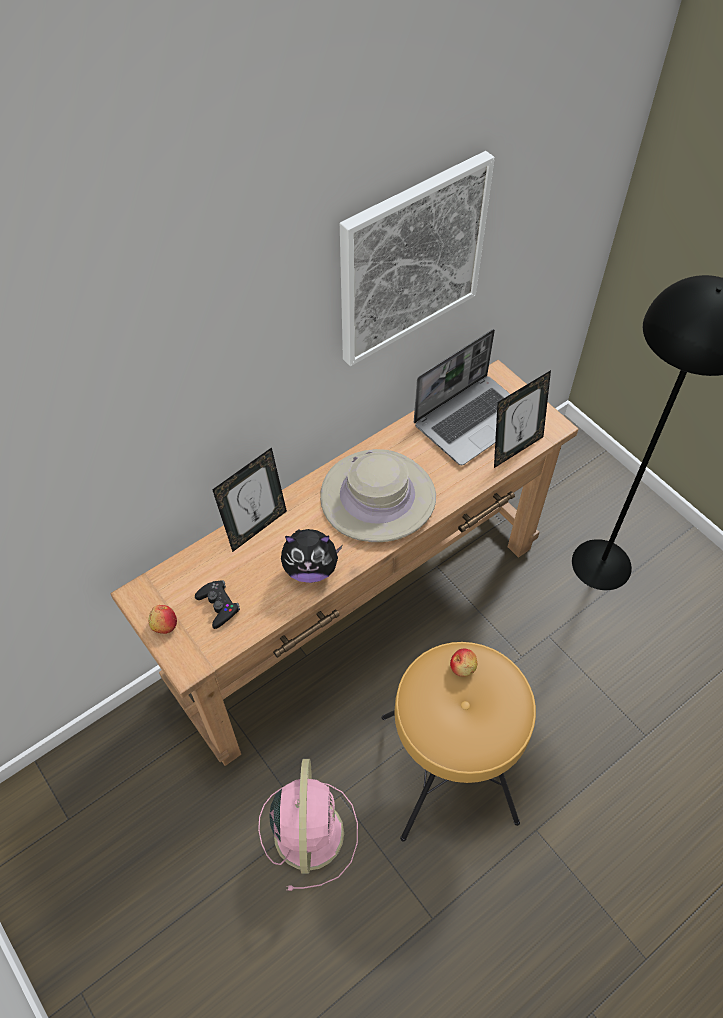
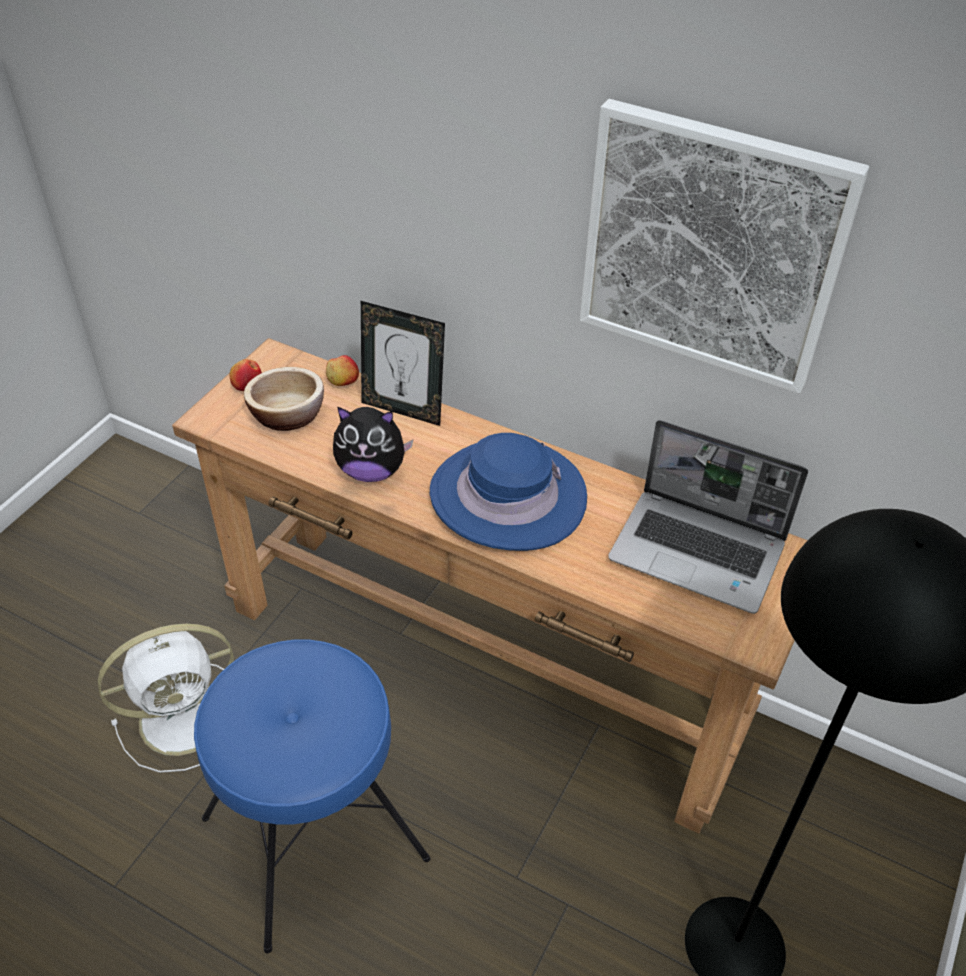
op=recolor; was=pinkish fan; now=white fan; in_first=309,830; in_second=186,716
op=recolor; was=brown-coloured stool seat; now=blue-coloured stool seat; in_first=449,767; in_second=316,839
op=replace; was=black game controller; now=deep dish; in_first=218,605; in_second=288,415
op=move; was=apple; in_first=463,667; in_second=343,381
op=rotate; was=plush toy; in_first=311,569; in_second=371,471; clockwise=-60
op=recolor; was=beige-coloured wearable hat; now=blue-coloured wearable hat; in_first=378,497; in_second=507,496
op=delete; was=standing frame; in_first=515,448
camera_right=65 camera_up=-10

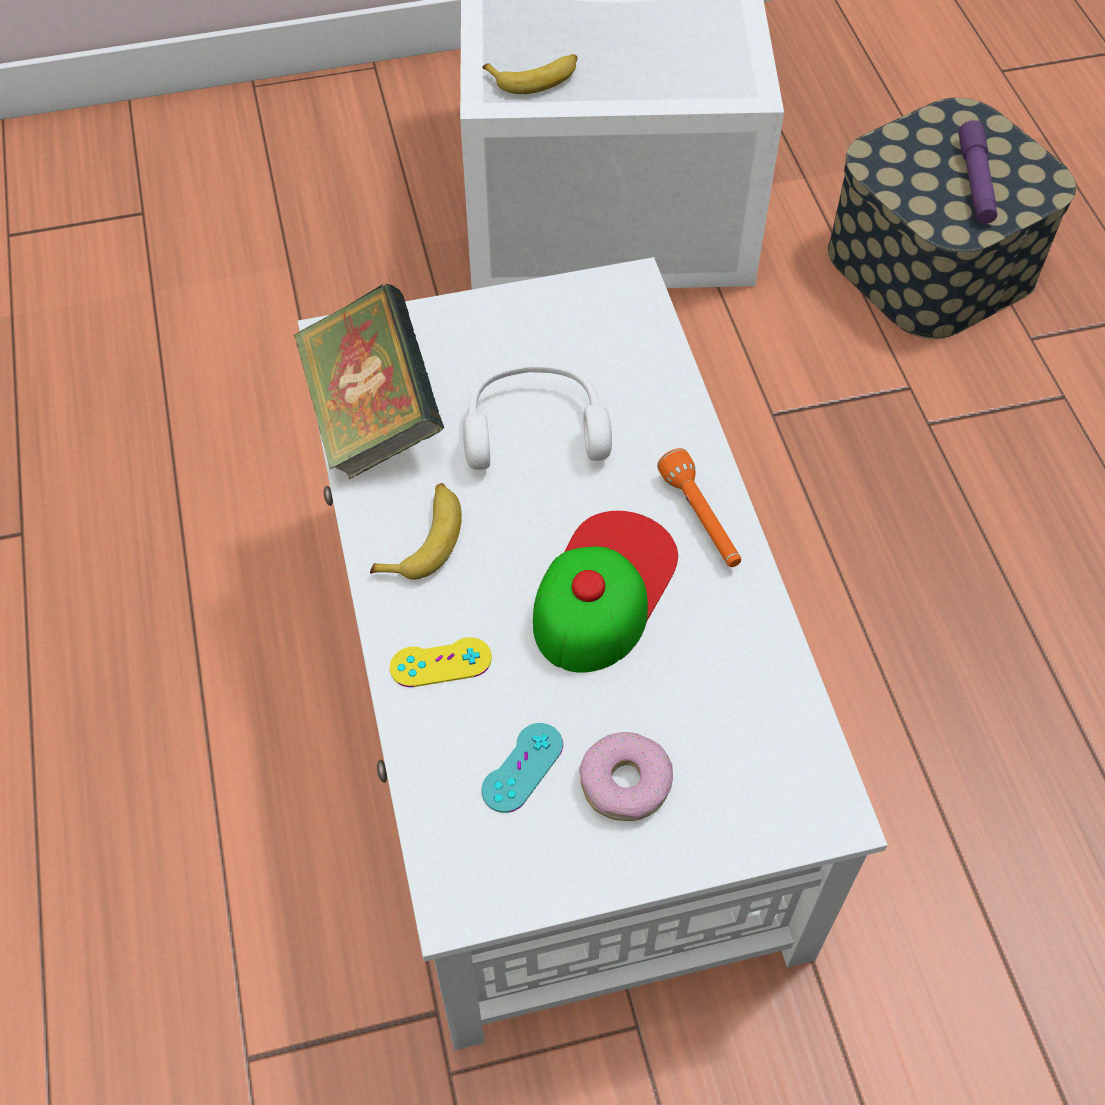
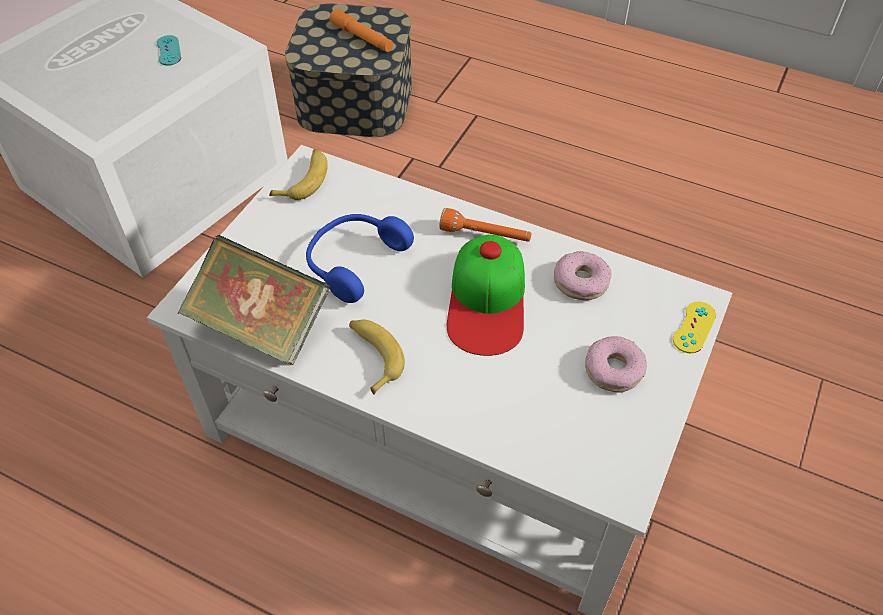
op=move; was=turquoise-coloured game controller; in_first=522,767; in_second=169,50
op=move; was=whole banana; in_first=535,78; in_second=304,180
op=recolor; was=white headset; now=blue-coloured headset; in_first=534,428; in_second=354,261
op=recolor; was=purple torch; now=orange torch; in_first=975,182; in_second=362,37
op=rotate; was=peaked cap; in_first=603,589; in_second=487,301; clockwise=-150
op=insert; now=ring doughnut; in_second=581,282
op=move; was=yellow game controller; in_first=440,663; in_second=694,327
camera_right=-50 camera_up=-5

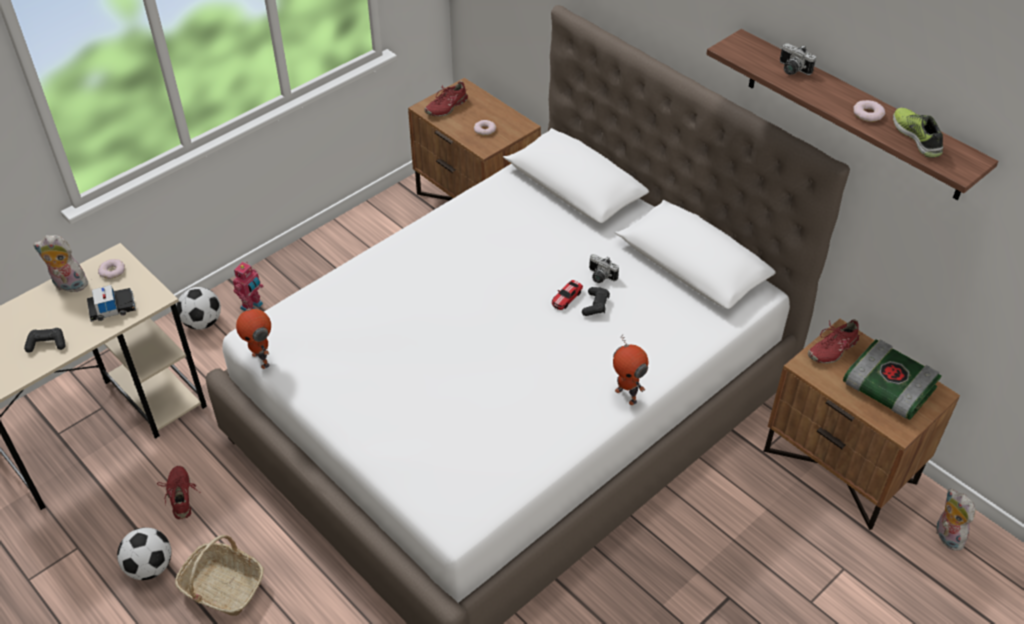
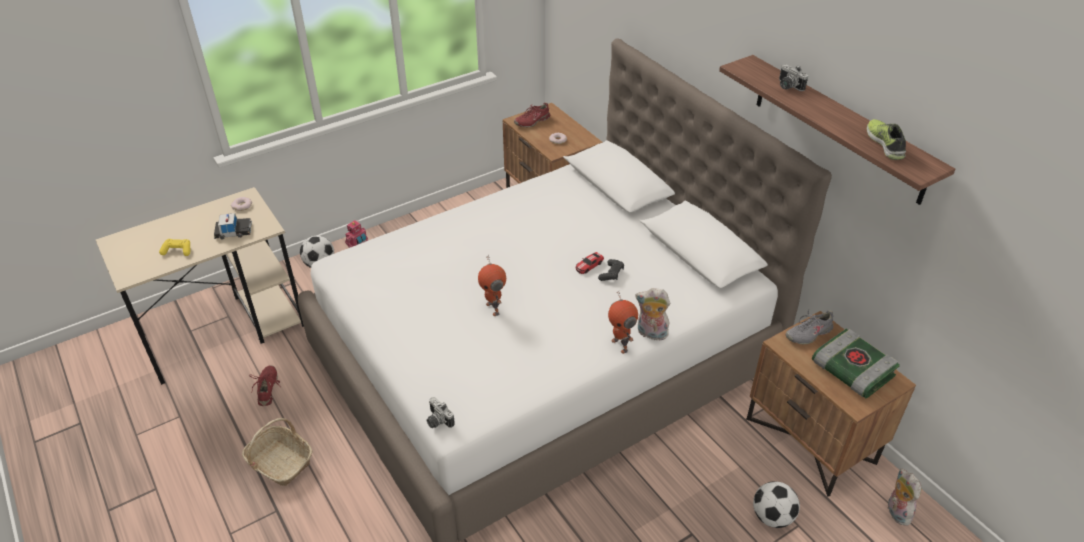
op=recolor; was=black game controller; now=yellow game controller; in_first=47,344; in_second=177,251
op=move; was=photo camera; in_first=600,277; in_second=437,421
op=move; was=robot figure; in_first=262,359; in_second=494,308
op=move; was=plush toy; in_first=68,286; in_second=650,334
op=move; was=football; in_first=150,567; in_second=772,517
op=recolor; was=red-coloured shoe; now=gray shoe; in_first=832,349; in_second=808,333
op=delete; was=ring doughnut; in_first=867,114
camera_right=10 camera_up=-5

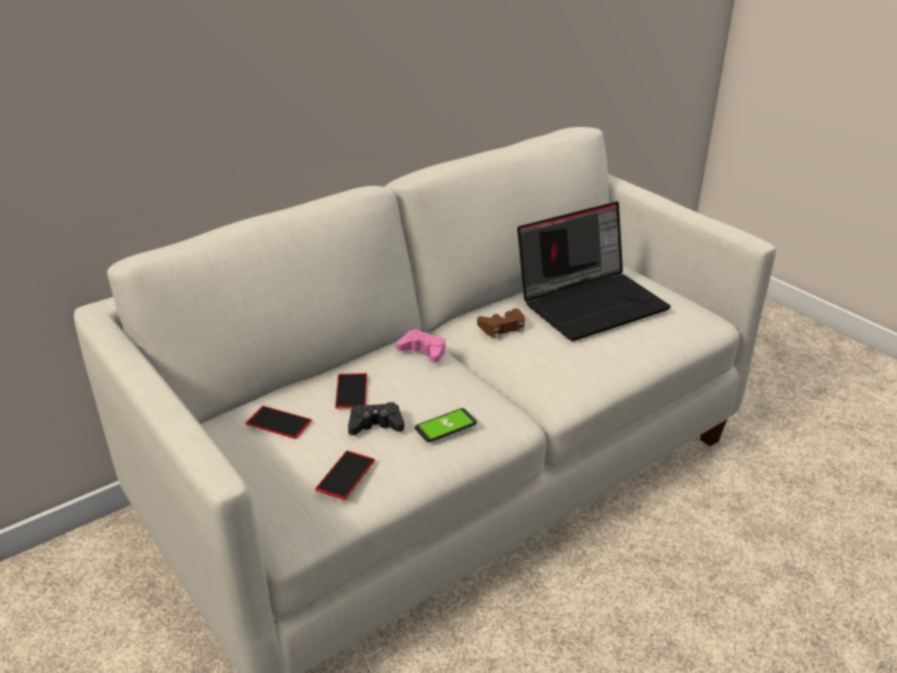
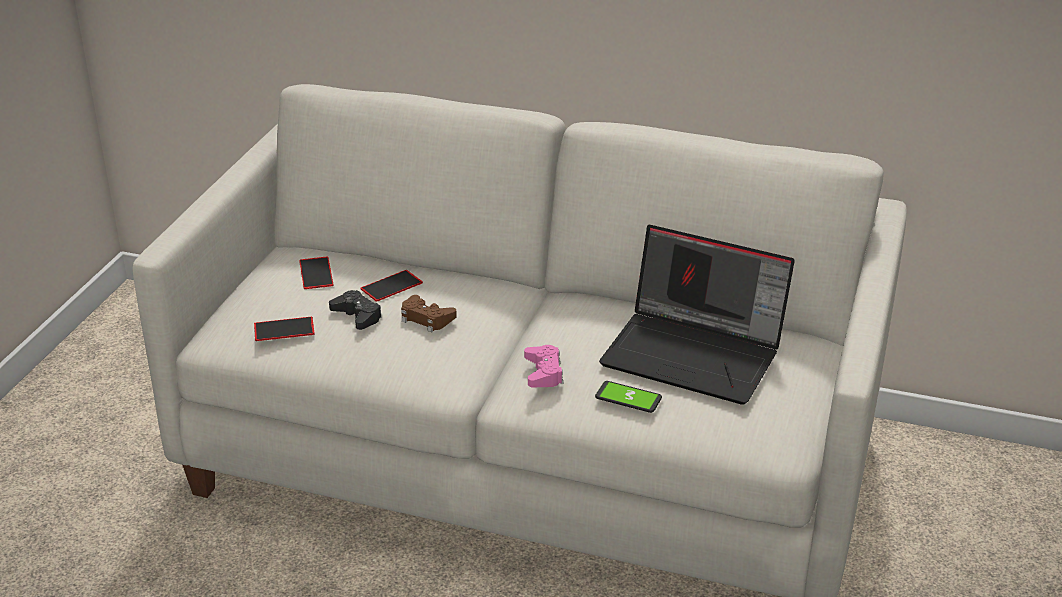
op=move; was=brown-coloured game controller; in_first=503,328; in_second=426,318
op=move; was=pinkish game controller; in_first=423,351; in_second=543,372
op=move; was=phone; in_first=445,426; in_second=628,398
camera_right=55 camera_up=0

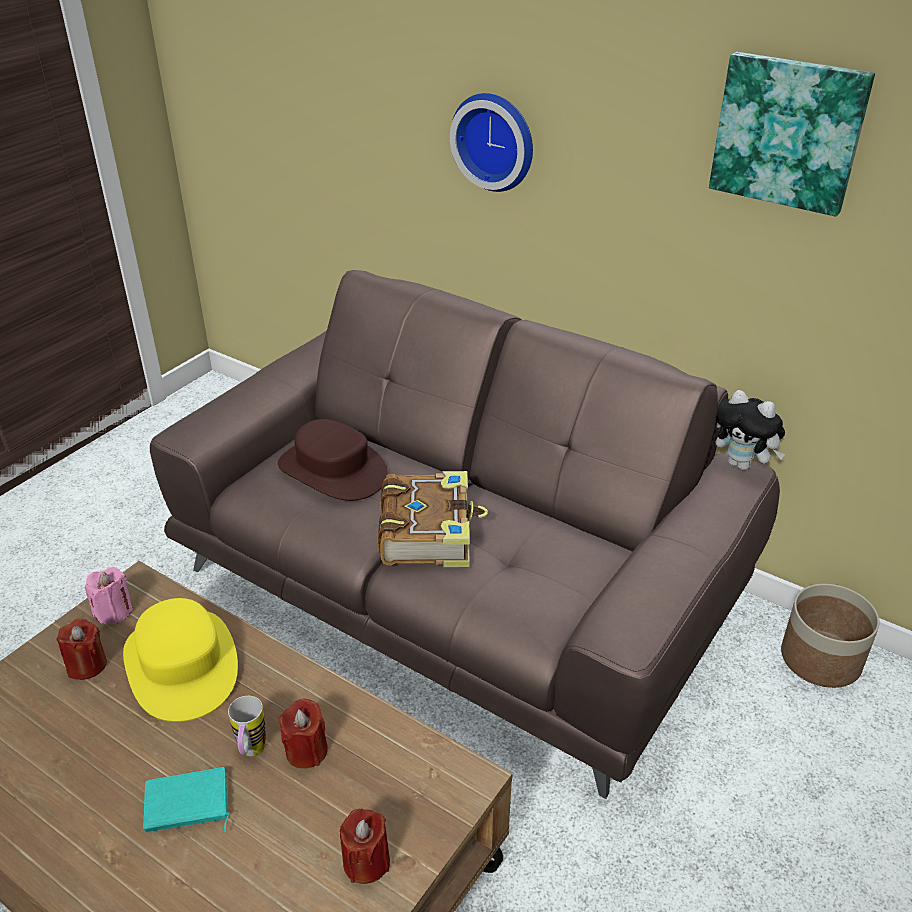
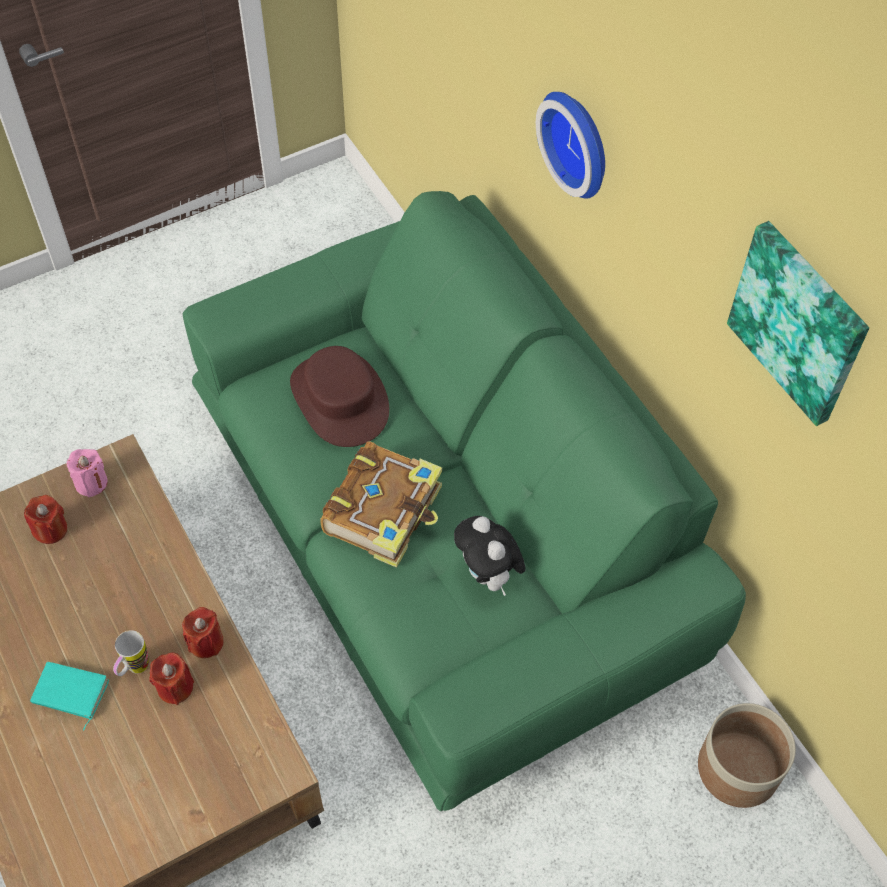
op=move; was=red-coloured candle; in_first=366,862; in_second=206,642
op=recolor; was=brown-coloured sofa; now=green sofa; in_first=457,586; in_second=442,536
op=move; was=plush toy; in_first=742,464; in_second=488,575
op=delete; was=yellow wearable hat; in_first=182,664
camera_right=25 camera_up=20

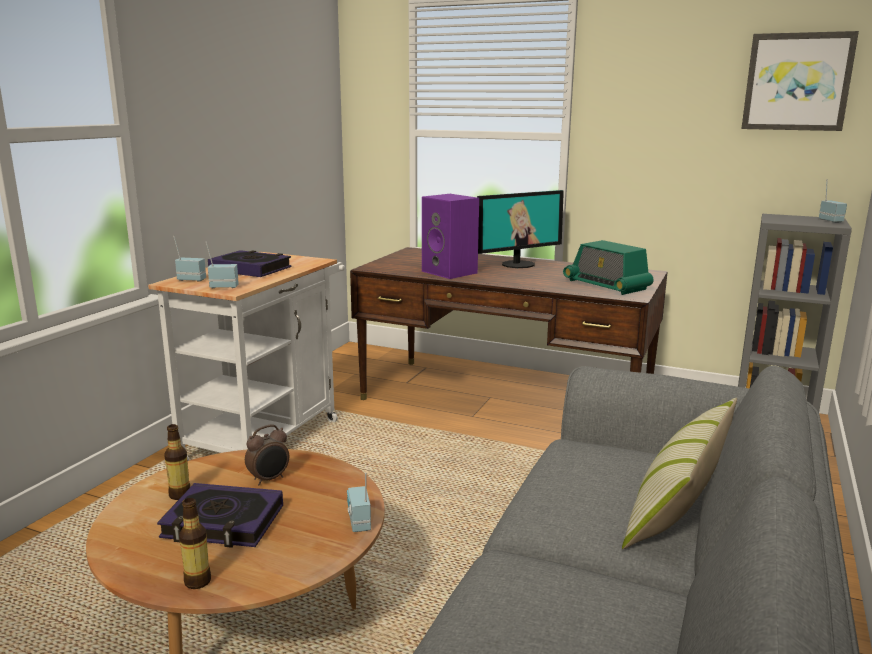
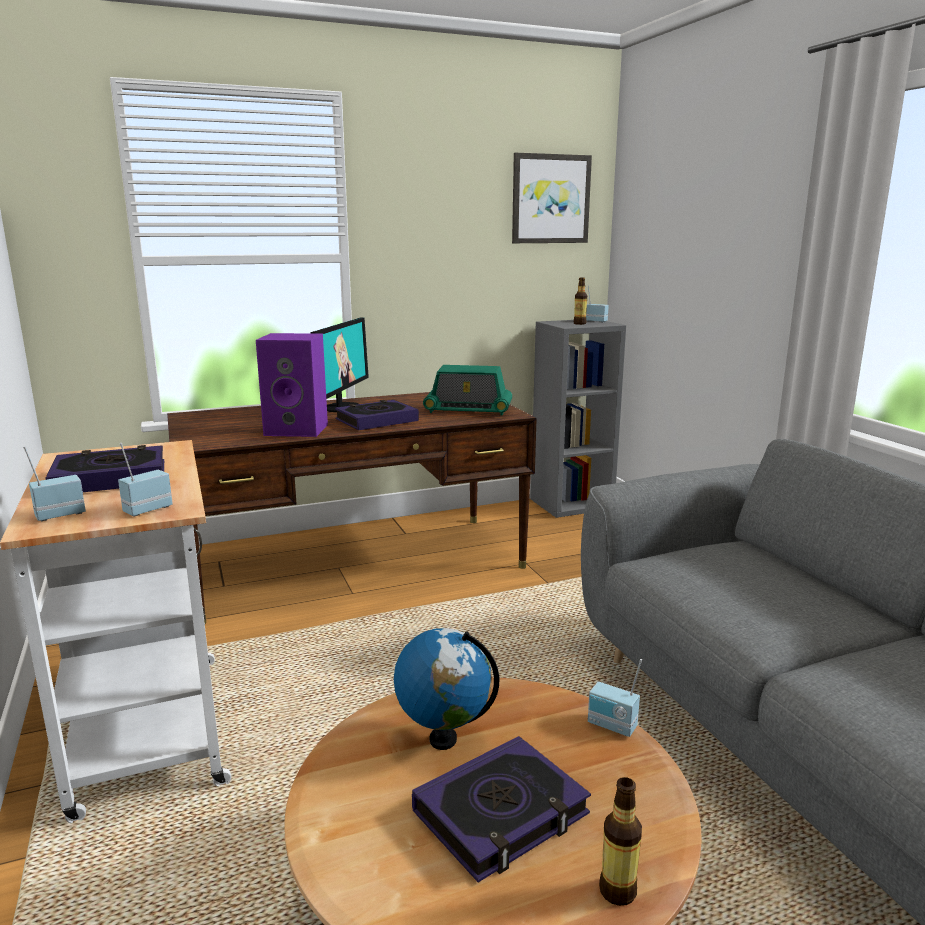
op=insert; now=book; in_second=376,420
op=replace; was=bedside clock; now=globe; in_first=269,479; in_second=443,739
op=move; was=drink bottle; in_first=180,495; in_second=579,323
op=delete; was=pillow; in_first=676,505
camera_right=-45 camera_up=0

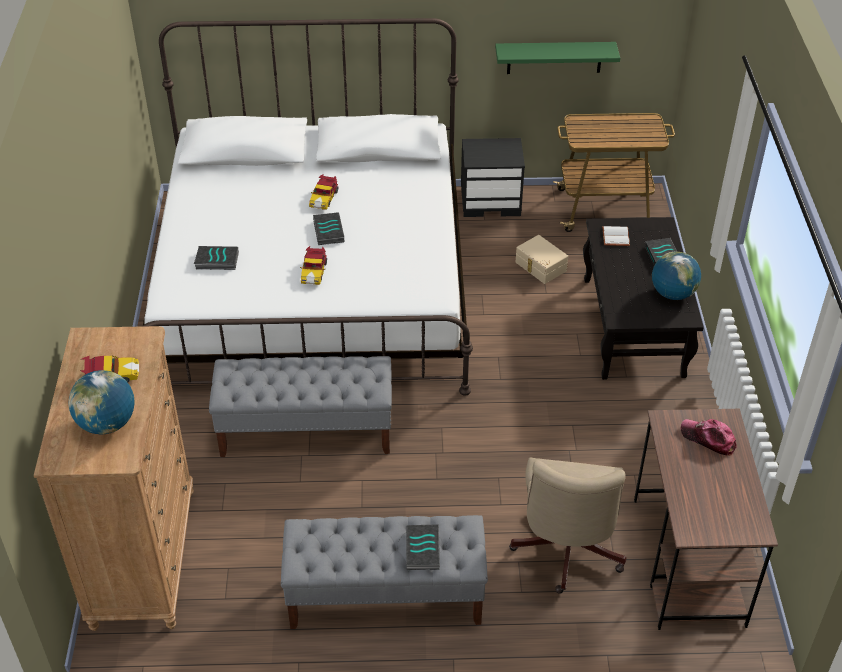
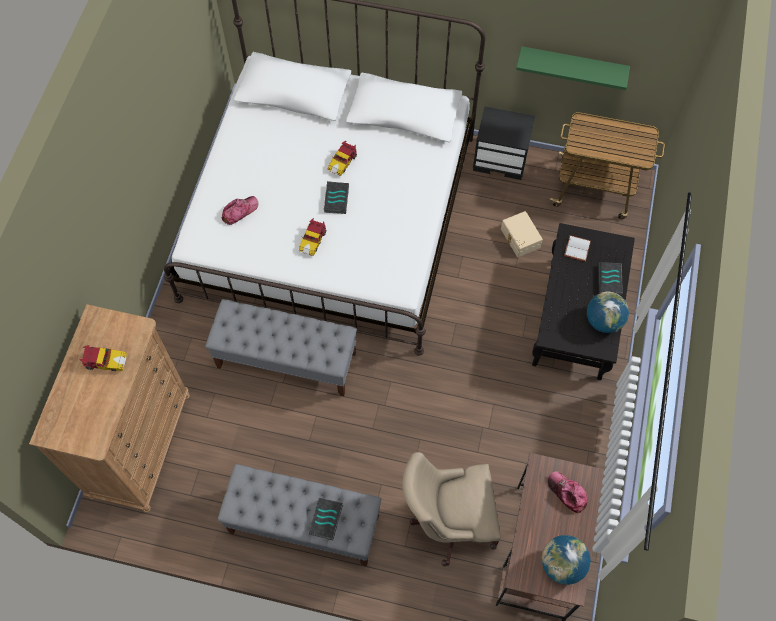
op=replace; was=book; now=peaked cap; in_first=216,261; in_second=239,211
op=rotate; was=beige-coloured computer chair; in_first=566,553; in_second=449,521; clockwise=60
op=move; was=globe; in_first=107,424; in_second=562,564
camera_right=15 camera_up=20

